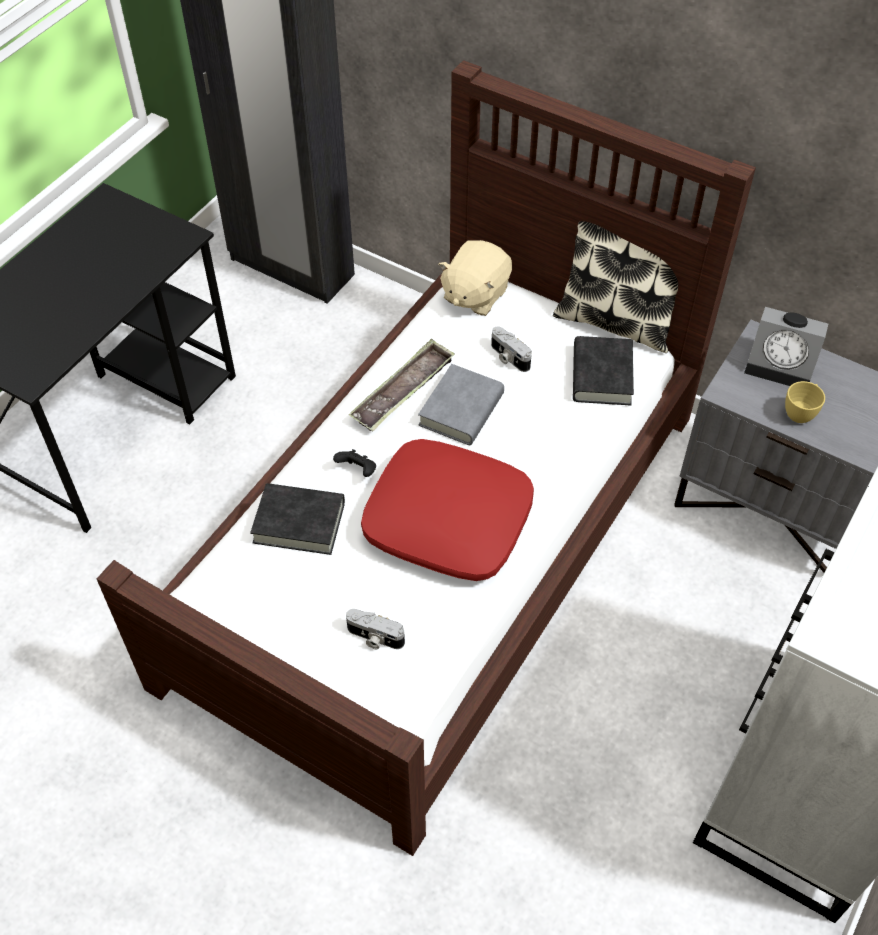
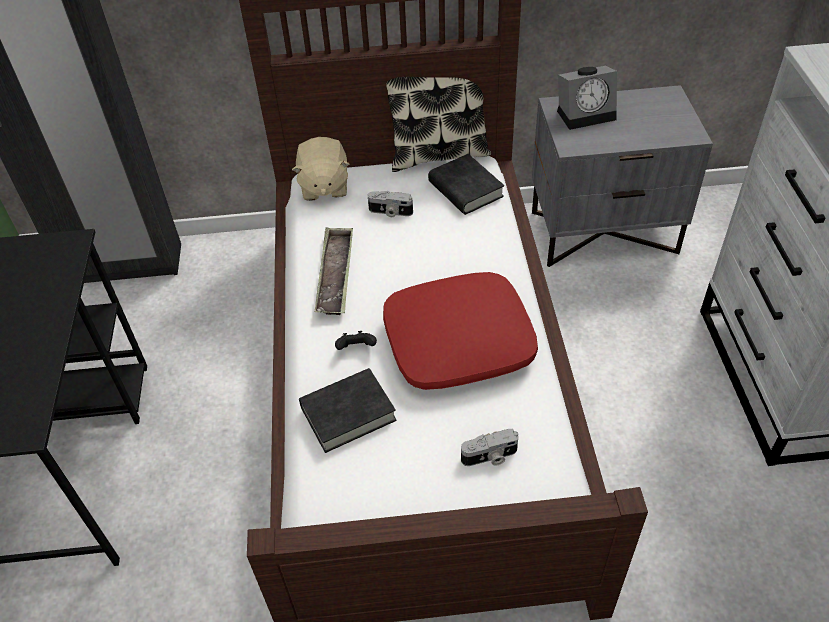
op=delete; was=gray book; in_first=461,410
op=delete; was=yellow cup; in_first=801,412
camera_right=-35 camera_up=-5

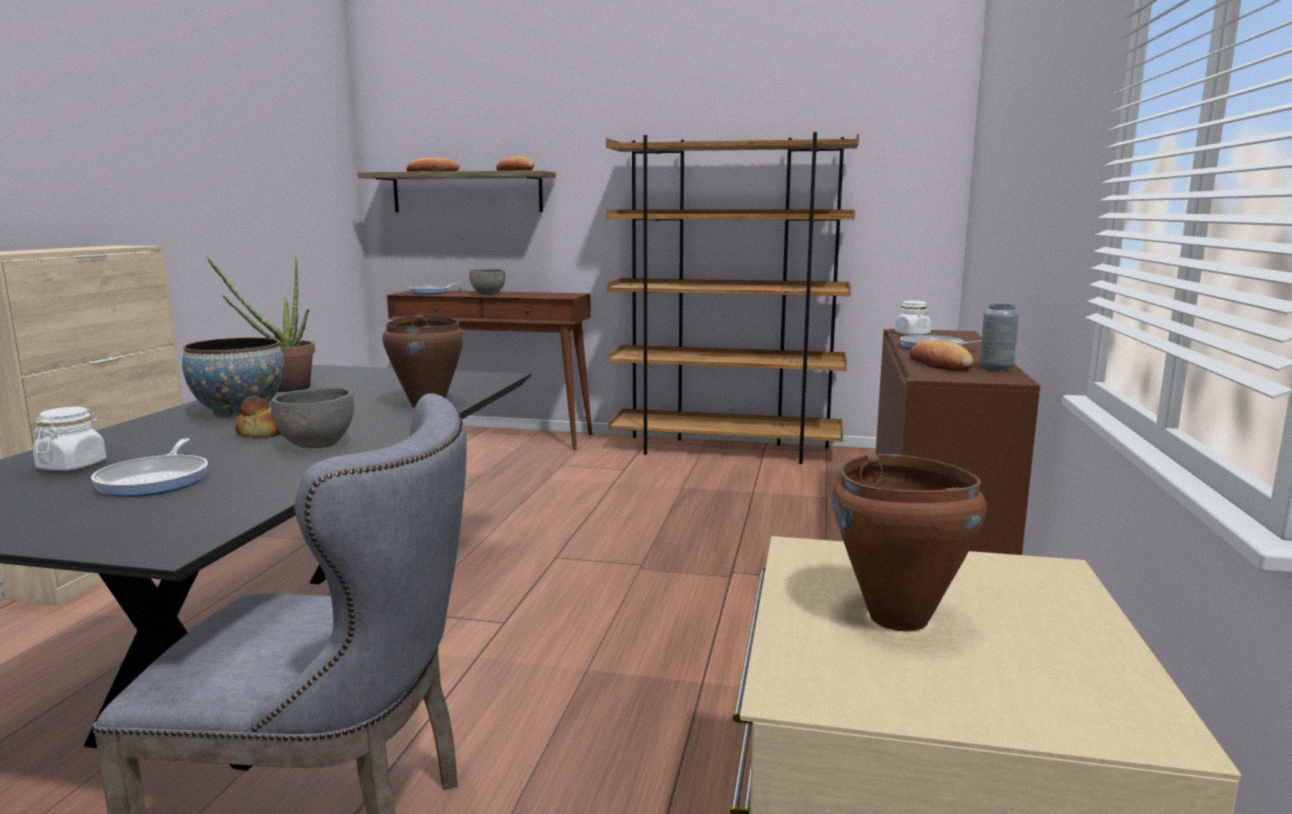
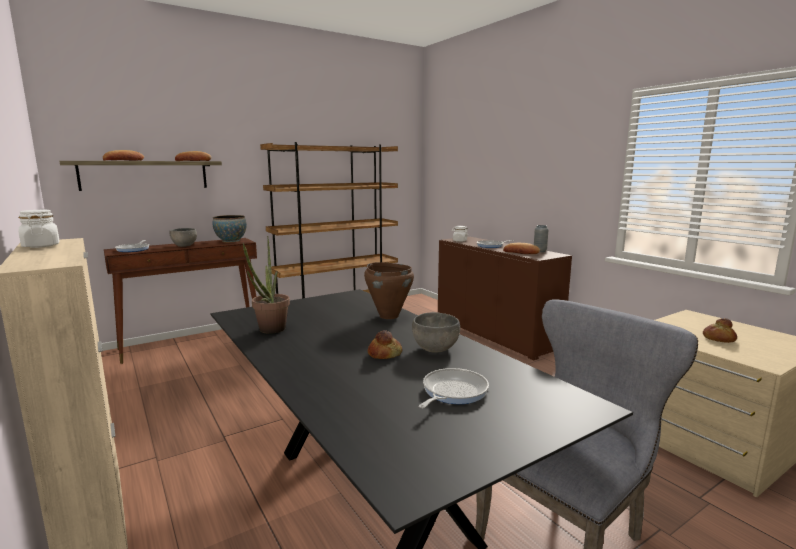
op=move; was=white storage jar; in_first=72,466; in_second=41,246
op=move; was=deep dish; in_first=239,412; in_second=231,241
op=rotate; was=frying pan; in_first=156,480; in_second=452,392; clockwise=-90
op=replace; was=brown-coloured stockpot; now=baked bread; in_first=898,618; in_second=718,339
camera_right=-45 camera_up=0

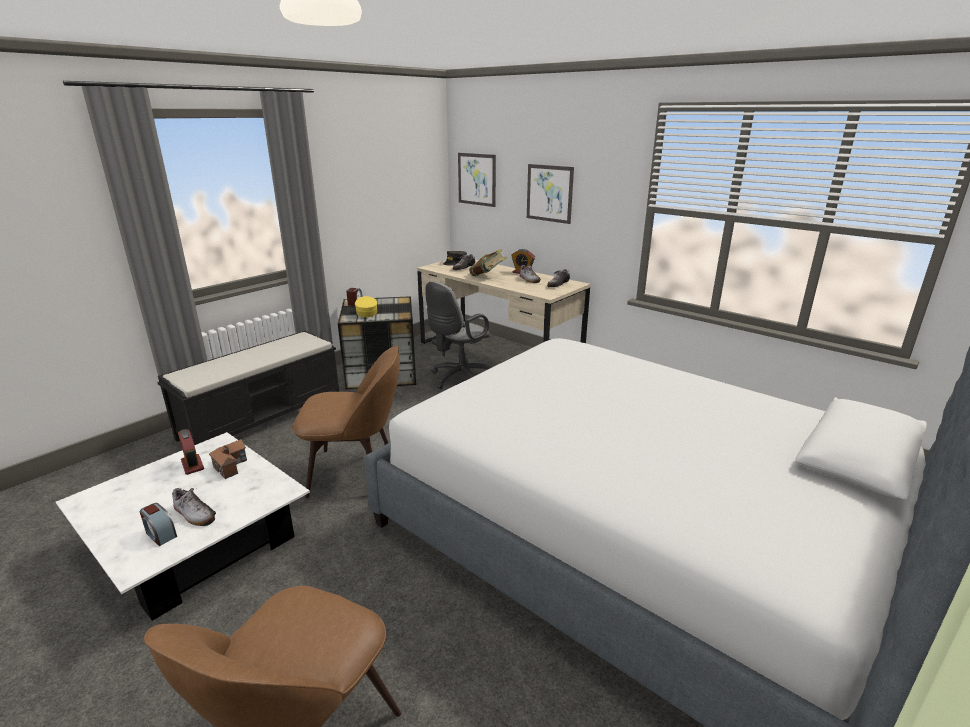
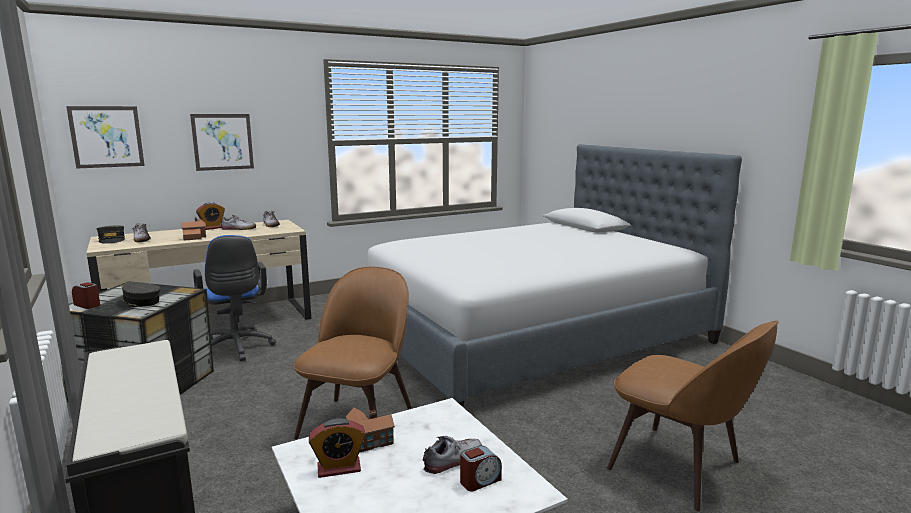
op=recolor; was=yellow peaked cap; now=gray peaked cap; in_first=366,312; in_second=138,303
op=replace; was=book; now=model house; in_first=487,276; in_second=195,236
op=recolor; was=gray computer chair; now=blue-coloured computer chair; in_first=459,379; in_second=236,349
camera_right=-70 camera_up=-10

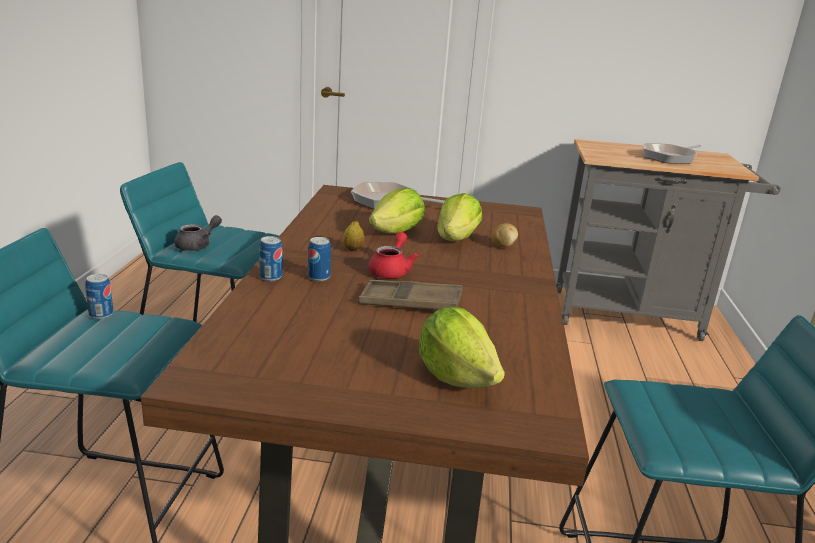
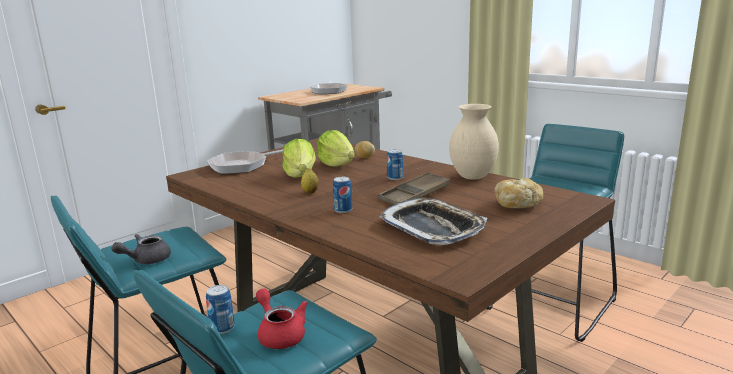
op=rotate; was=gray teapot; in_first=198,245; in_second=146,260; clockwise=-120
op=move; was=red-coloured teapot; in_first=391,270; in_second=280,334
op=insert; now=carrying tray; in_second=433,228
op=move; was=metal can; in_first=271,277; in_second=395,178
op=insert; now=beige-coloured flower vase; in_second=473,177
op=replace; was=lettuce; now=baked bread; in_first=456,376; in_second=518,205
camera_right=-50 camera_up=-5

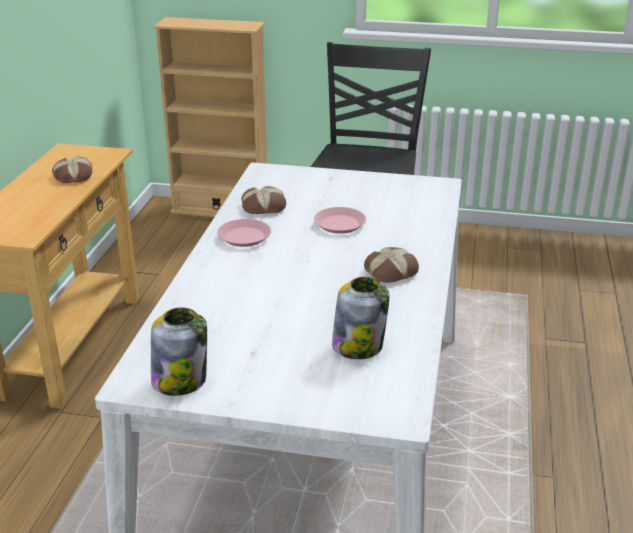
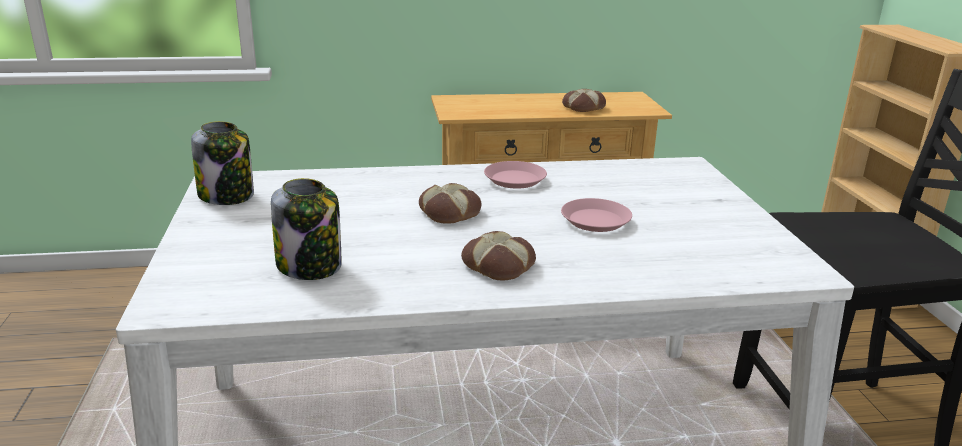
op=move; was=baked bread; in_first=263,206; in_second=450,212
camera_right=70 camera_up=-5

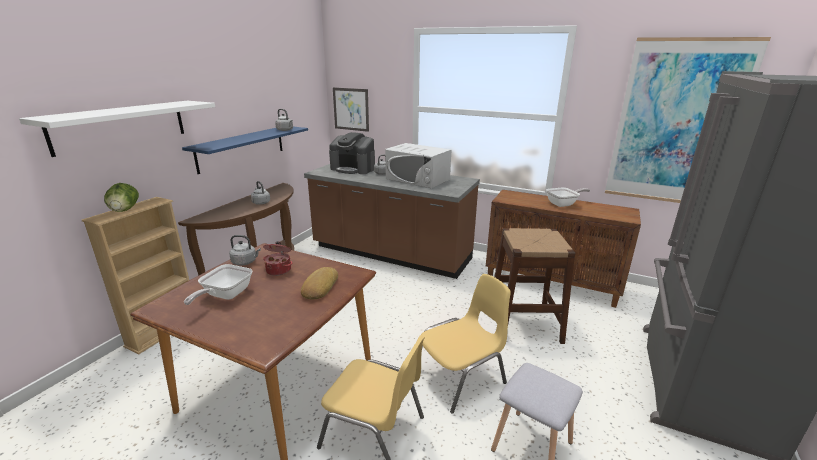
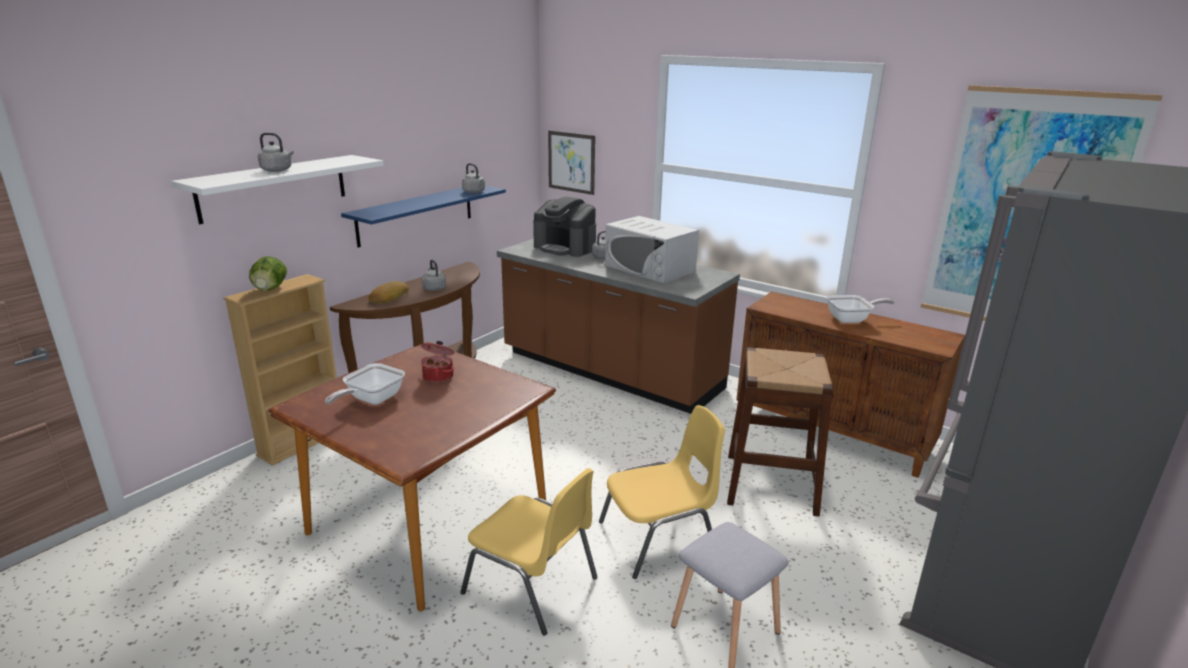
op=move; was=gray tea kettle; in_first=245,262; in_second=278,170
op=move; was=baked bread; in_first=319,287; in_second=388,297
camera_right=10 camera_up=0

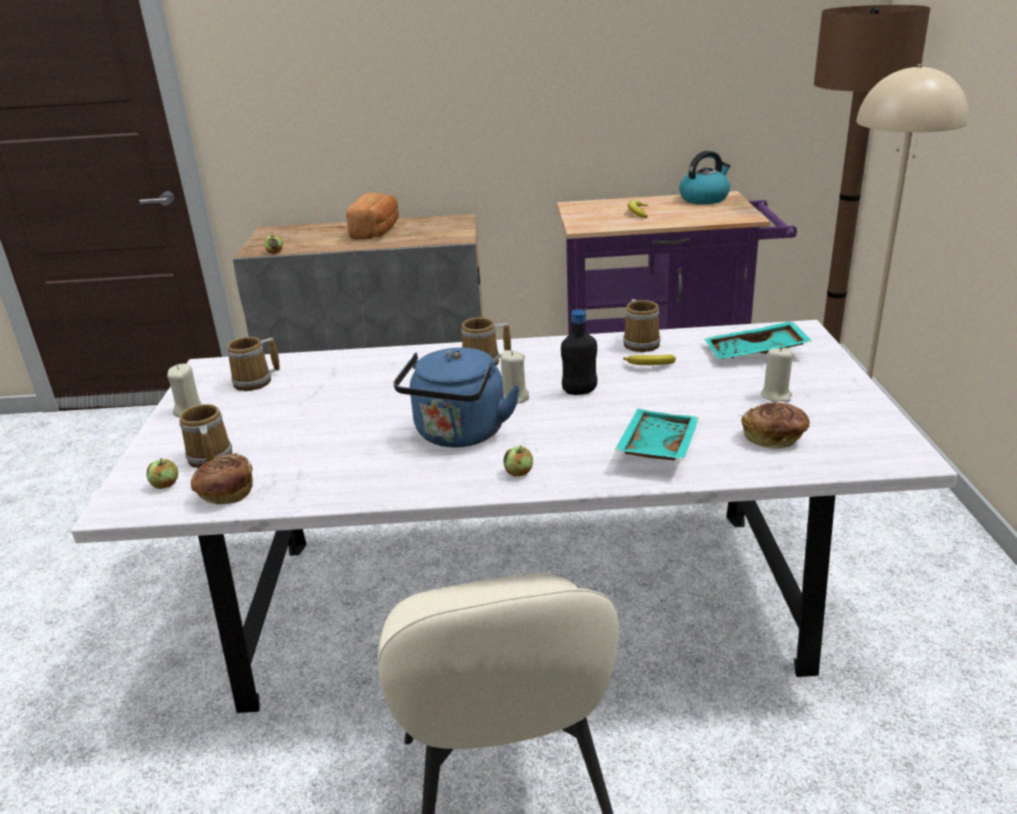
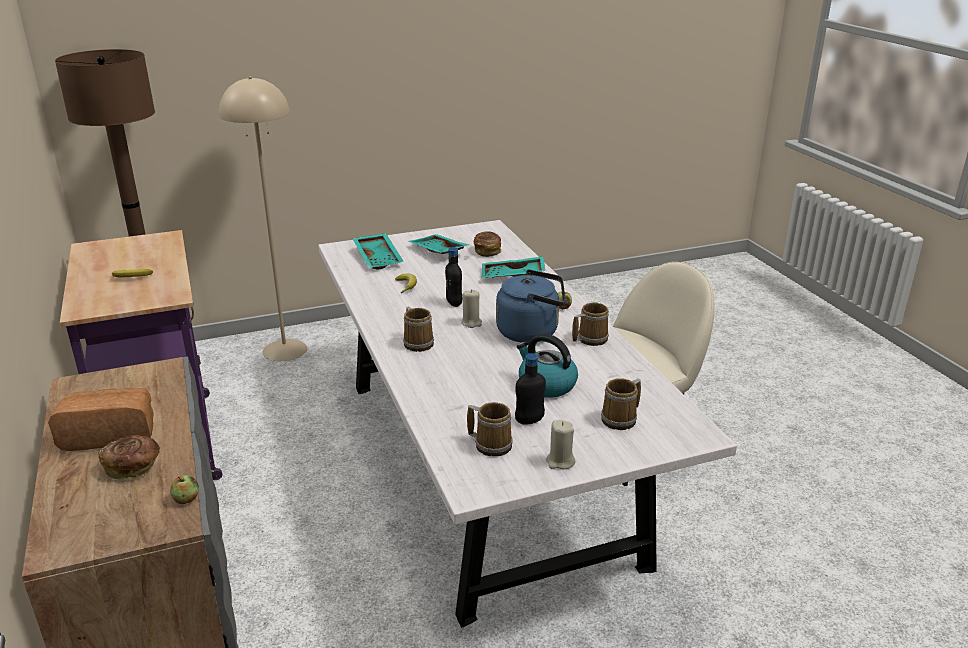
op=move; was=baked bread; in_first=226,493; in_second=134,468
op=replace; was=beige-coloured candle; now=turquoise-coloured carrying tray; in_first=776,395; in_second=437,251
op=insert; now=black drink bottle; in_second=529,421
op=move; was=tea kettle; in_first=704,198; in_second=546,385
op=move; was=mug; in_first=641,343; in_second=590,338
op=delete; was=apple; in_first=165,485
camera_right=-110 camera_up=0

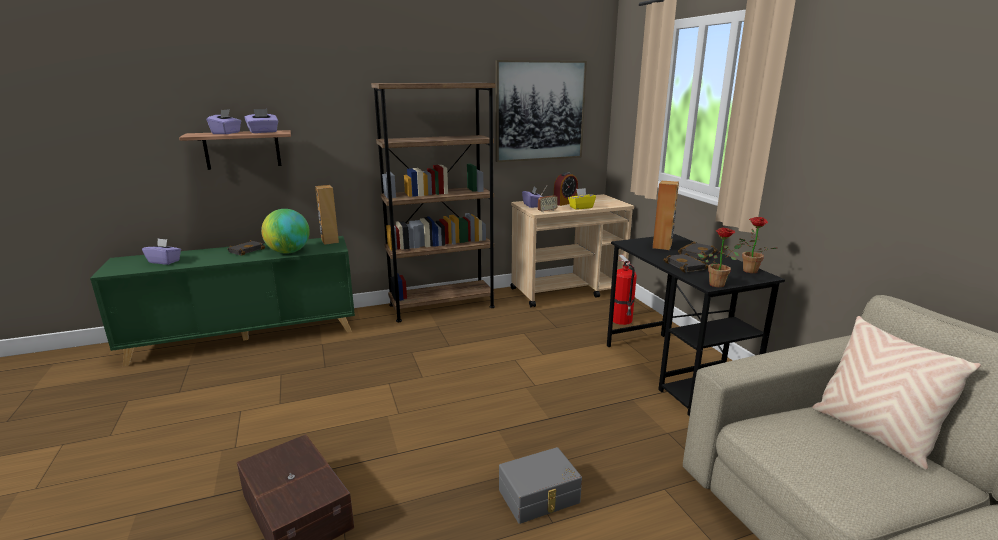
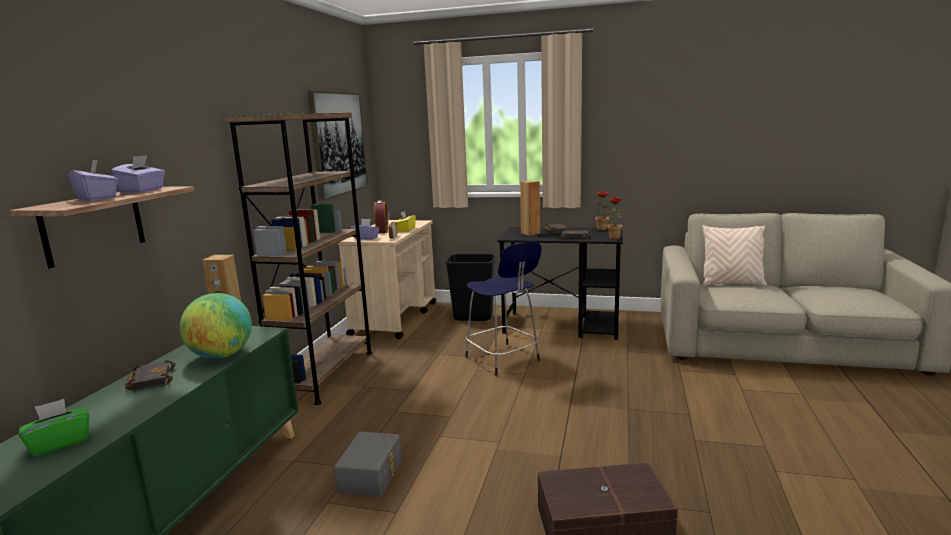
op=recolor; was=purple tissue box; now=green tissue box; in_first=164,261; in_second=60,443
op=move; was=gray storage box; in_first=540,497; in_second=372,475
op=replace; was=extinguisher; now=black rubbish bin; in_first=621,320; in_second=473,317
op=insert; now=blue-coloured stool seat; in_second=503,359
camera_right=-55 camera_up=-5

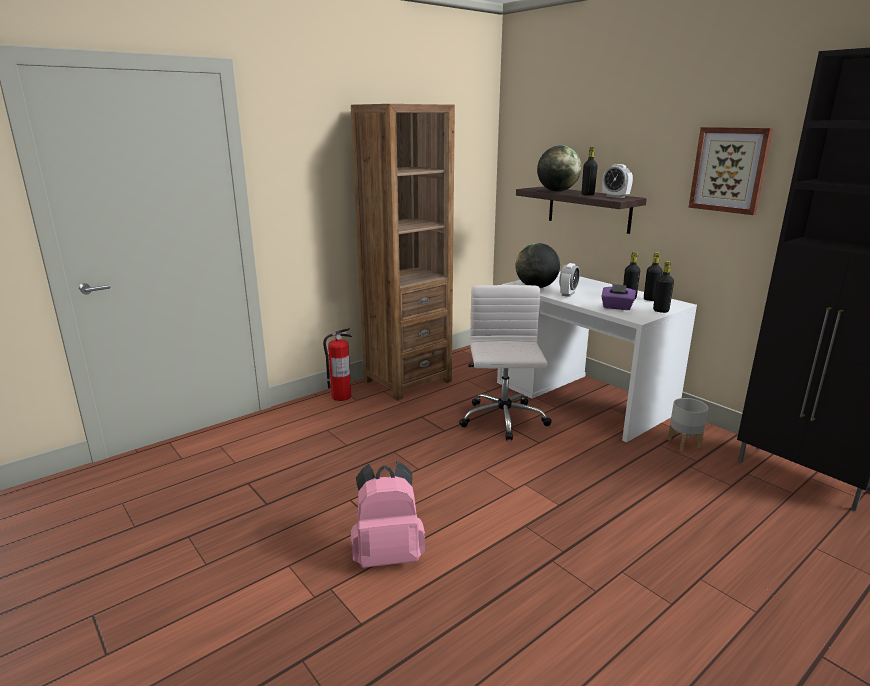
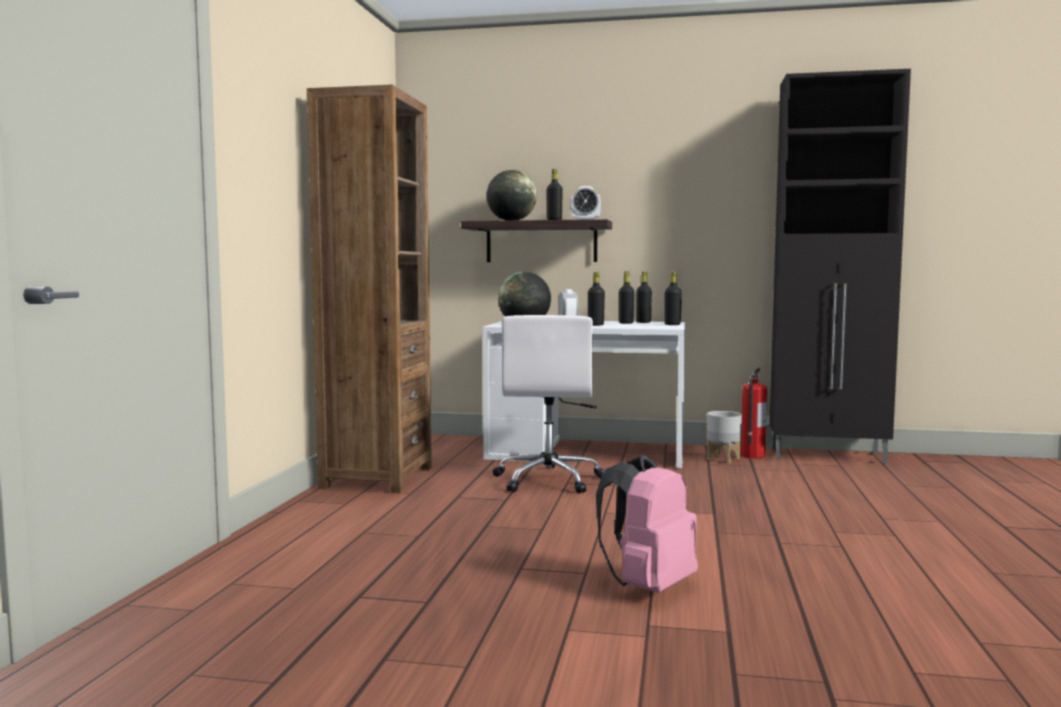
op=rotate; was=white computer chair; in_first=503,420; in_second=549,480; clockwise=-135
op=insert; now=black drink bottle; in_second=595,325
op=move; was=extinguisher; in_first=341,396; in_second=752,456
op=delete; was=purple tissue box; in_first=617,307
op=delete; was=picture; in_first=729,170
camera_right=-40 camera_up=-15

